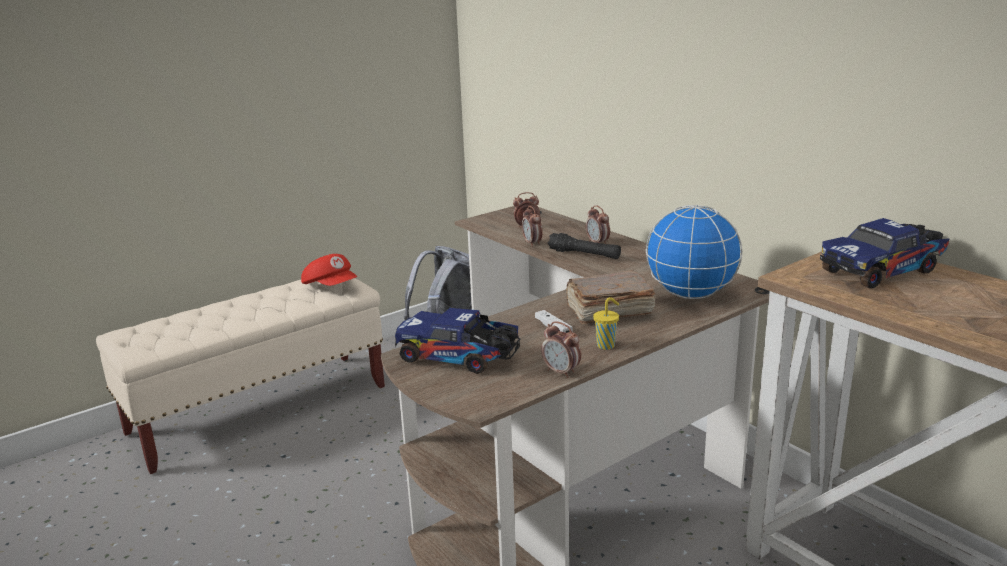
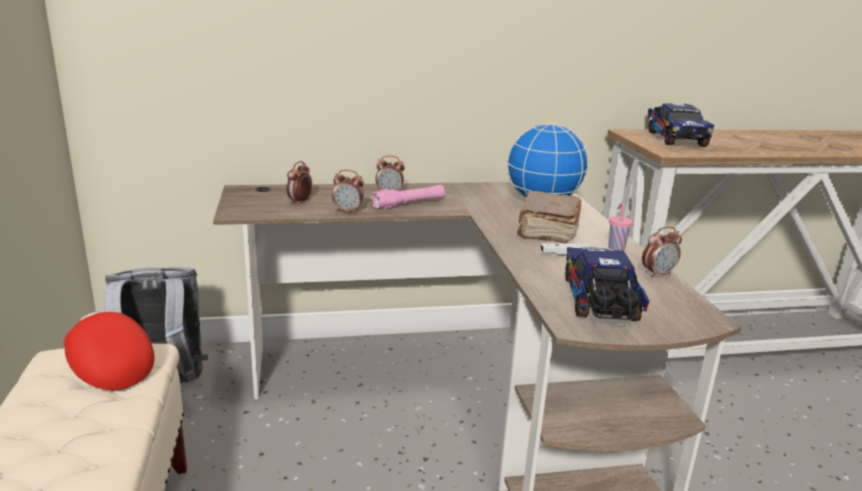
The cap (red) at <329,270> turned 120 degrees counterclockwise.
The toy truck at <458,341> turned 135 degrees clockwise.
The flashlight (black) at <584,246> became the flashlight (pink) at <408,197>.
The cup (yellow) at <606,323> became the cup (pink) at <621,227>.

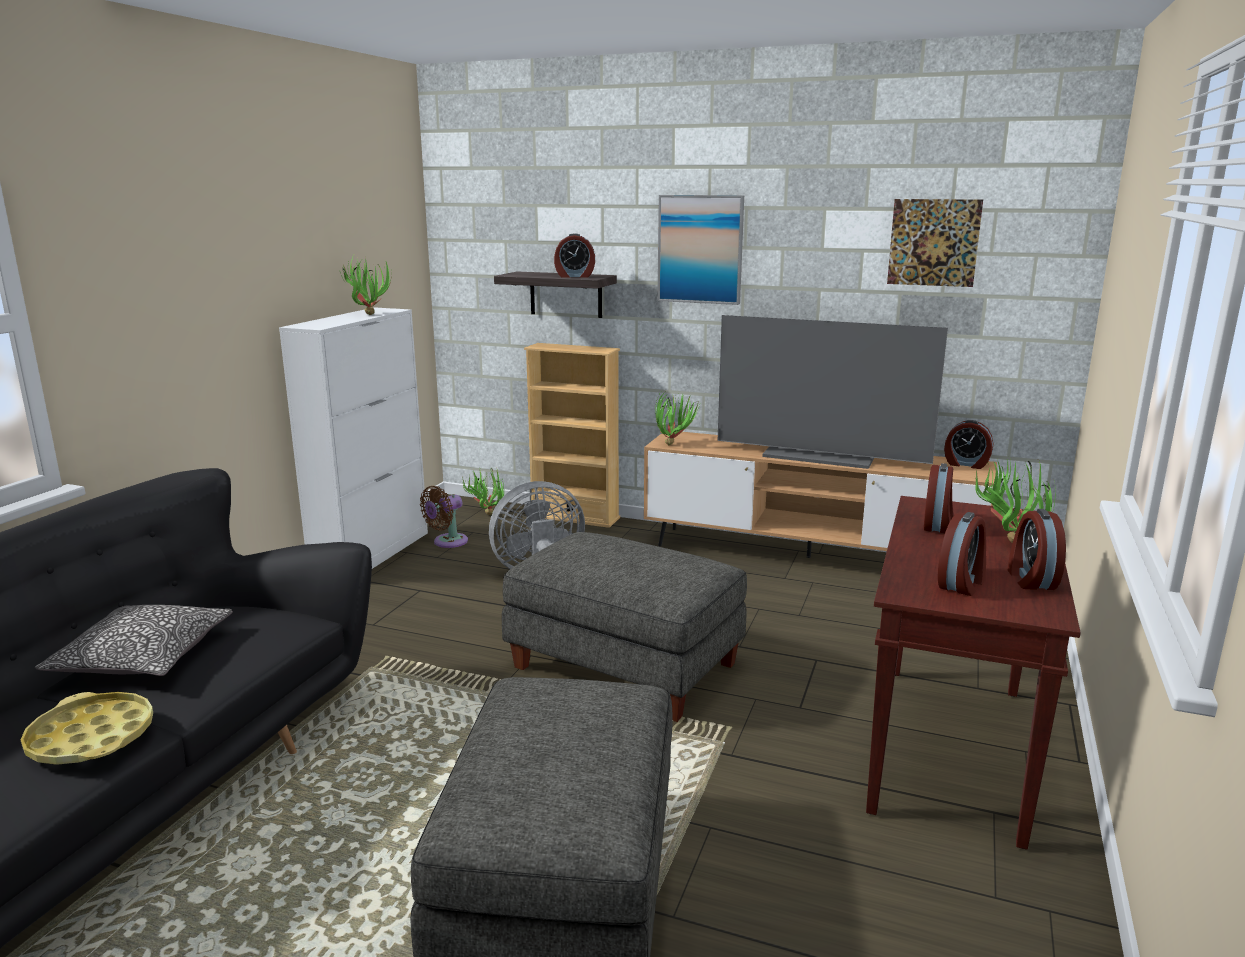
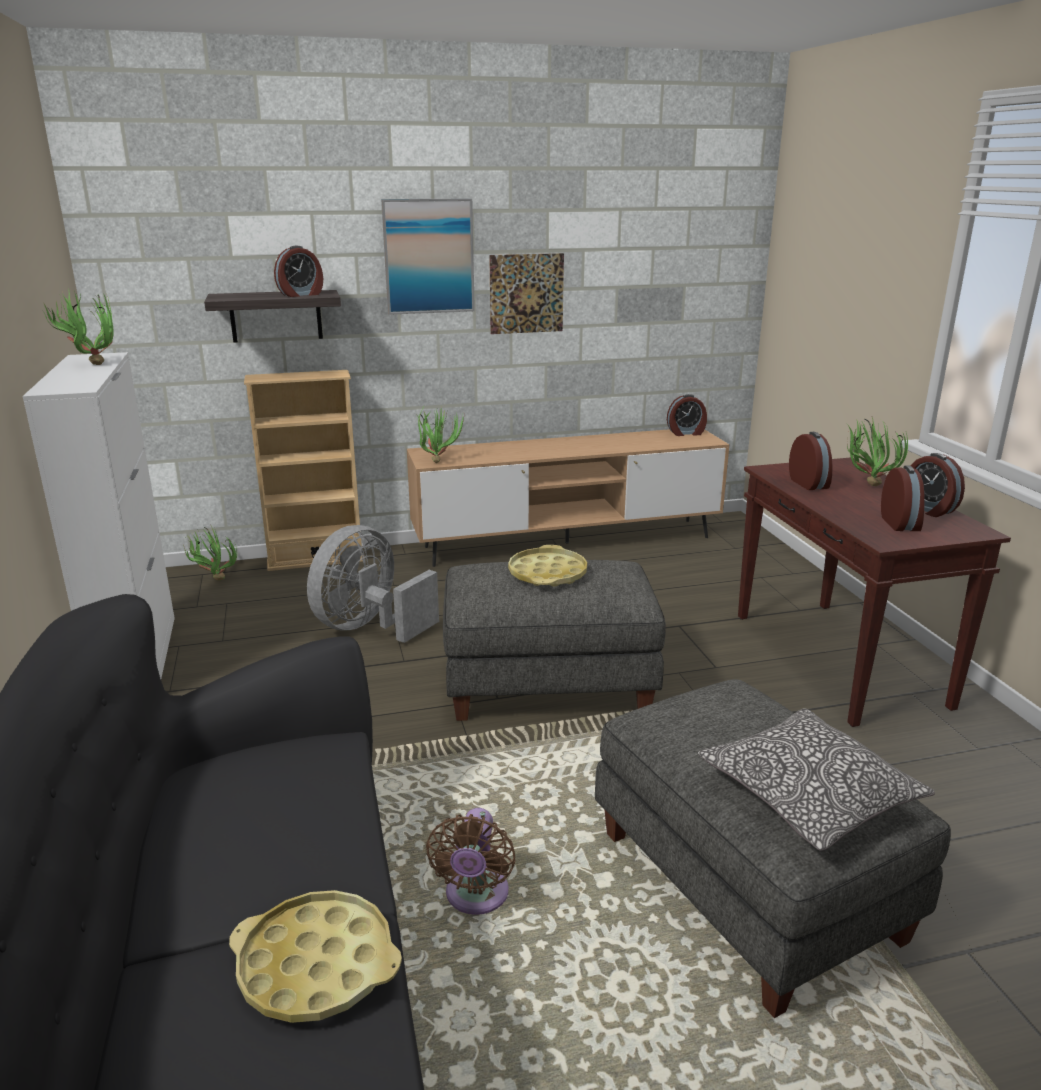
The pillow moved from <134,640> to <816,779>.
The fan (brown) moved from <444,517> to <471,861>.
The television at <833,392> disappeared.
The picture moved from <935,243> to <526,293>.
The tray (yellow) at <547,566> appeared.

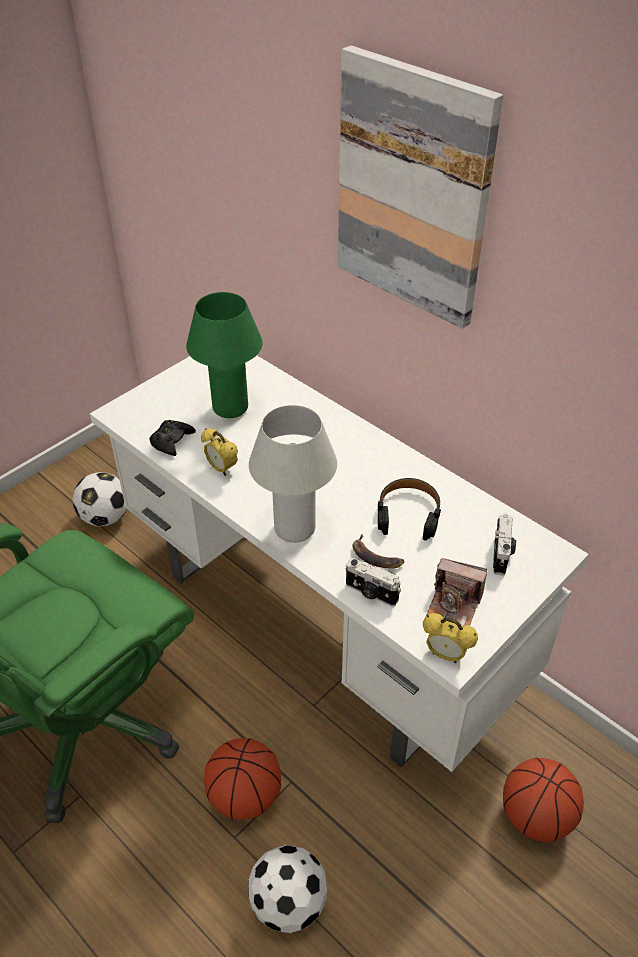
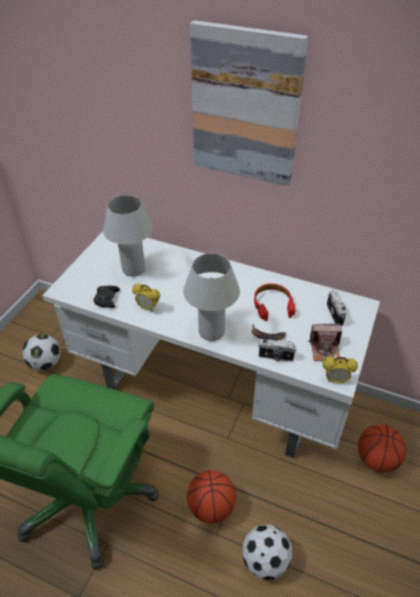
The table lamp (green) at <224,355> became the table lamp (white) at <128,236>.
The headphones (black) at <409,509> became the headphones (red) at <275,302>.

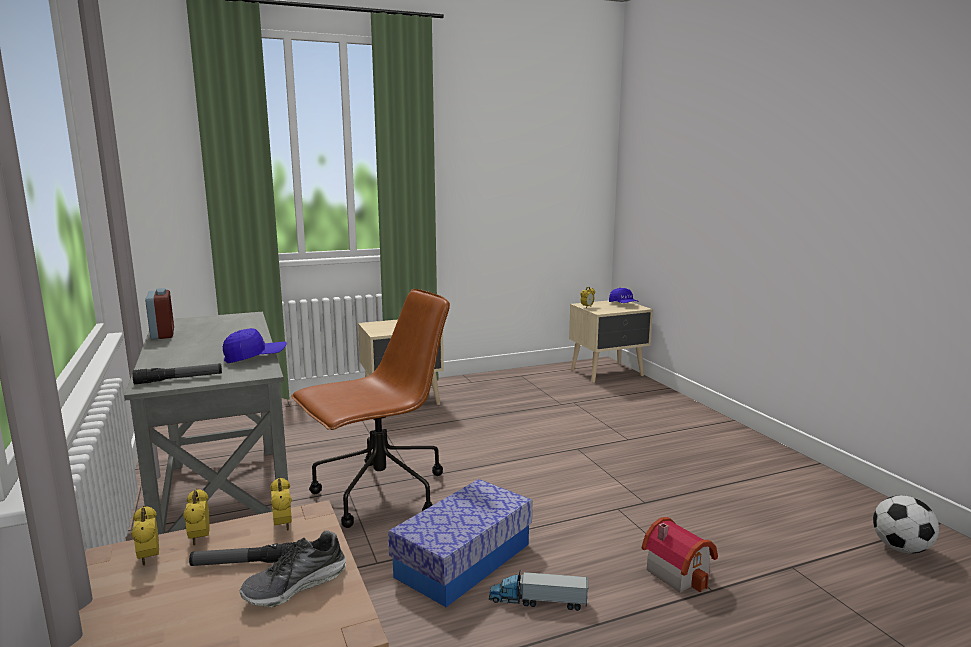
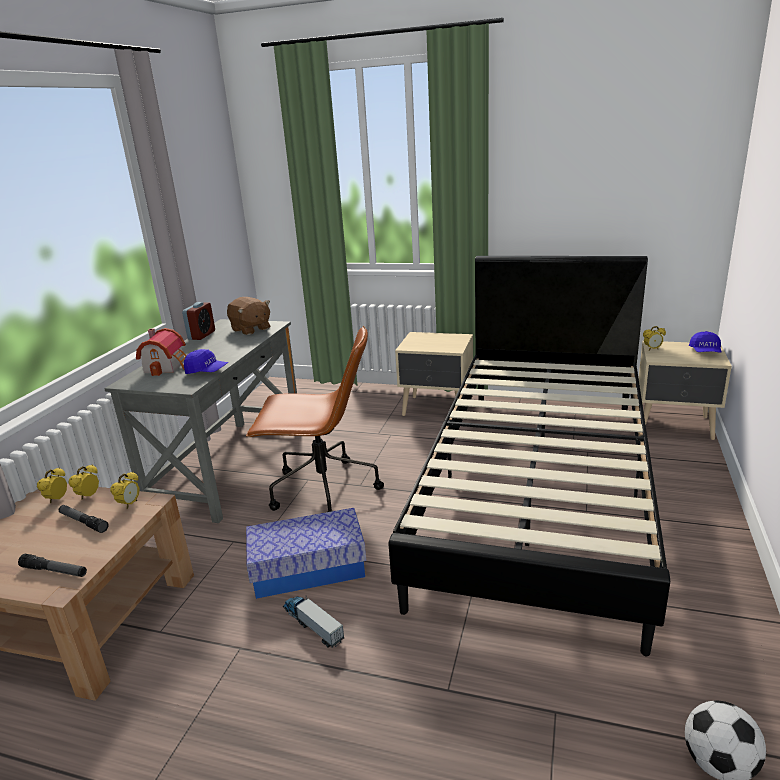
The flashlight moved from <177,373> to <52,565>.
The shoe at <293,568> disappeared.
The toy house moved from <680,555> to <161,352>.
The plush toy (brown) at <248,316> appeared.
The bed (black) at <529,456> appeared.

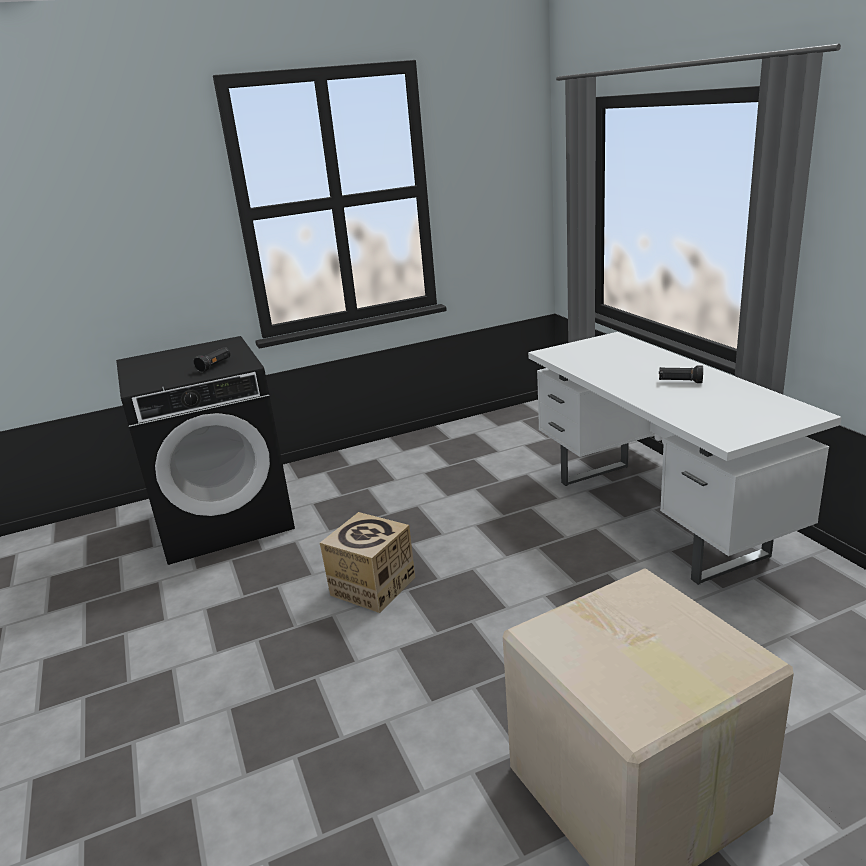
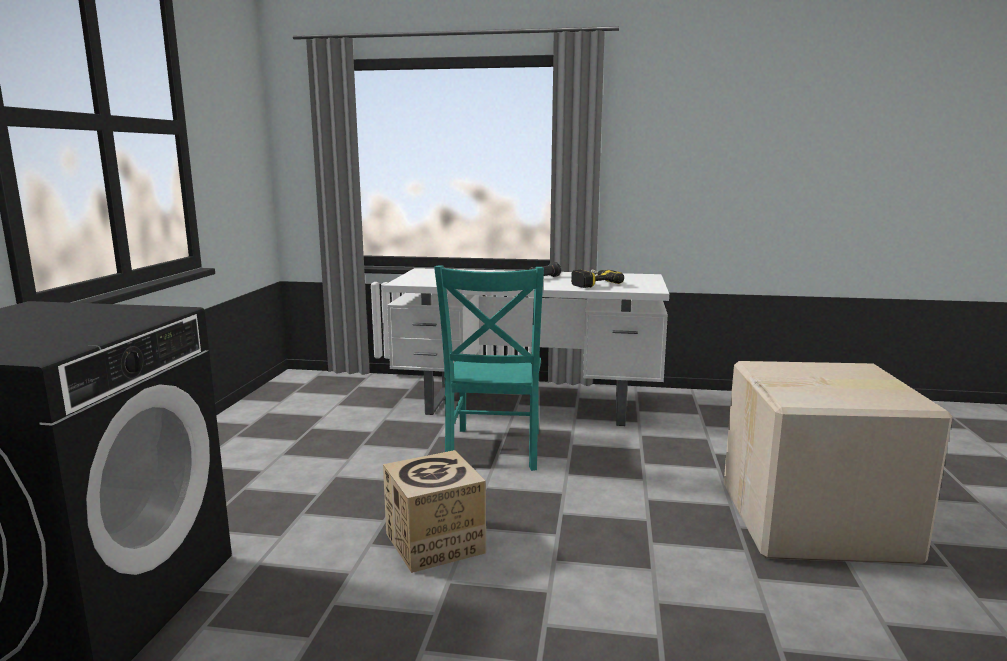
The flashlight (black) at <211,359> disappeared.
The chair (turquoise) at <489,368> appeared.
The power drill at <597,278> appeared.

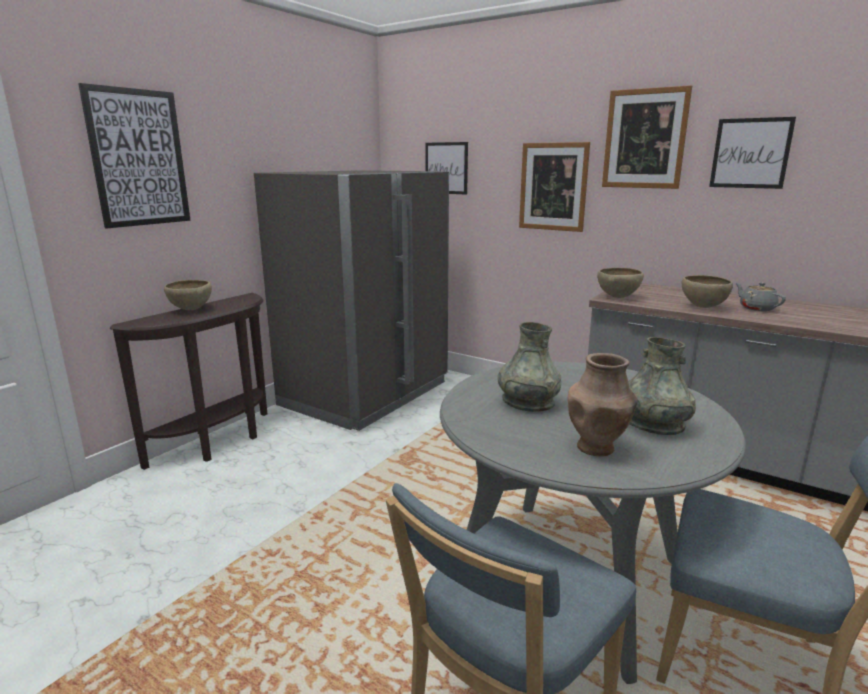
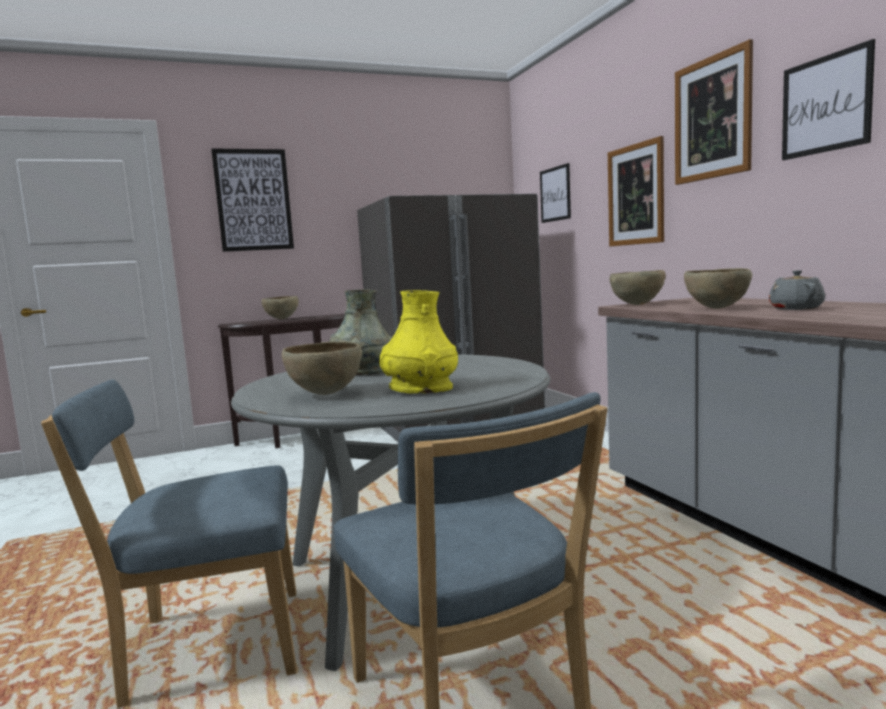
The vase (brown) at <603,405> was replaced by the bowl (brown) at <322,368>.
The vase (grey) at <662,386> became the vase (yellow) at <418,342>.

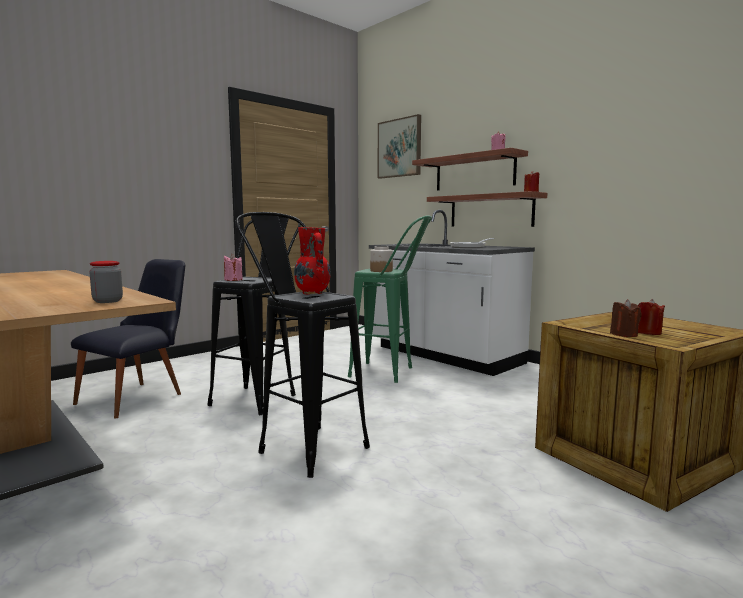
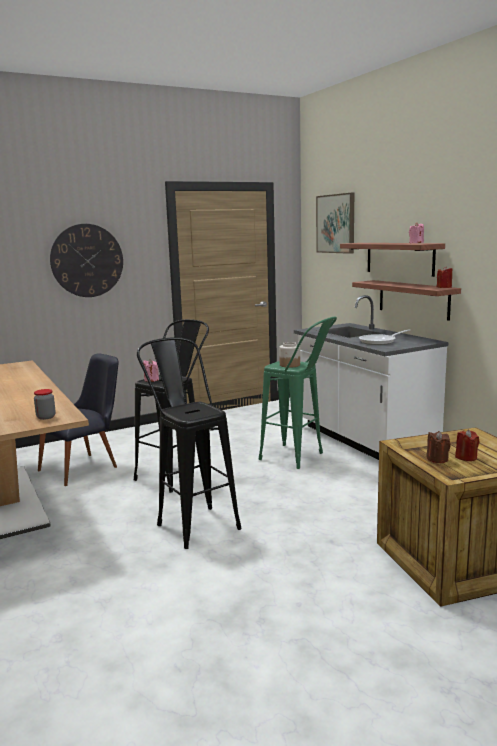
The vase (red) at <312,260> disappeared.
The wall clock at <86,260> appeared.

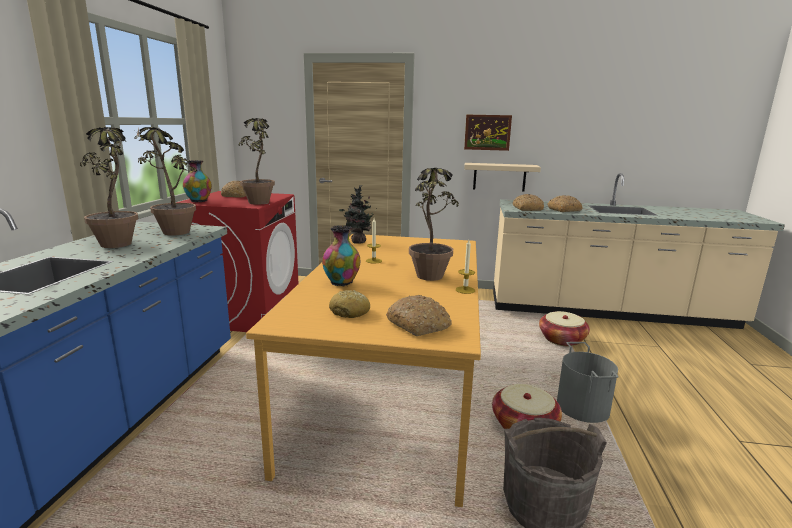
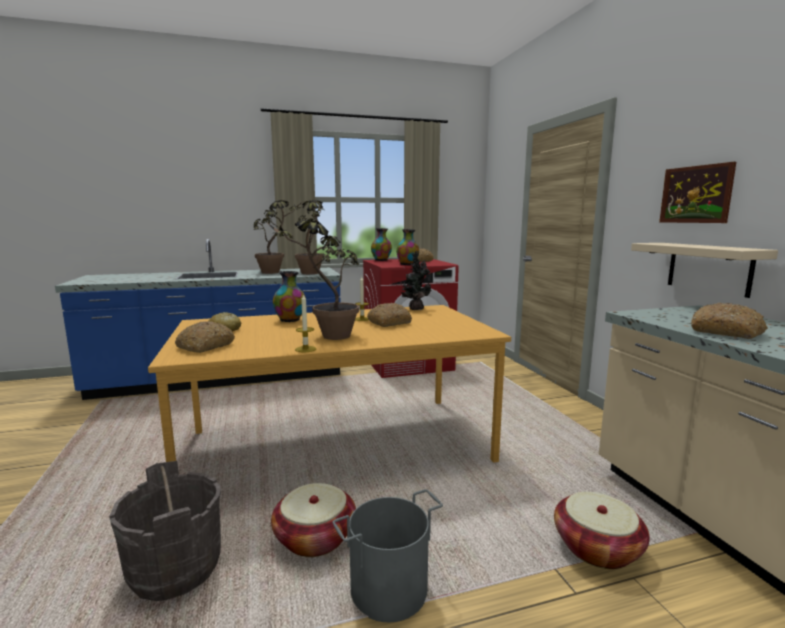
The potted plant at <257,161> was replaced by the vase at <407,247>.
The bread moved from <528,202> to <389,315>.

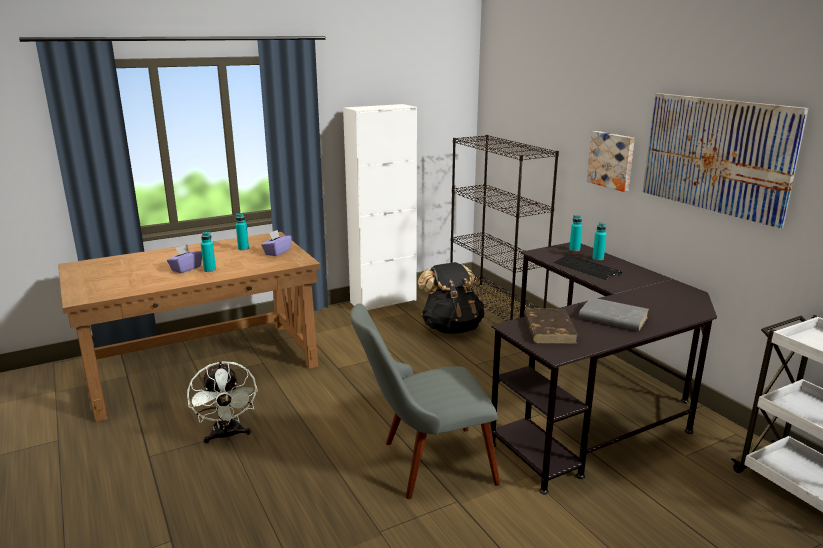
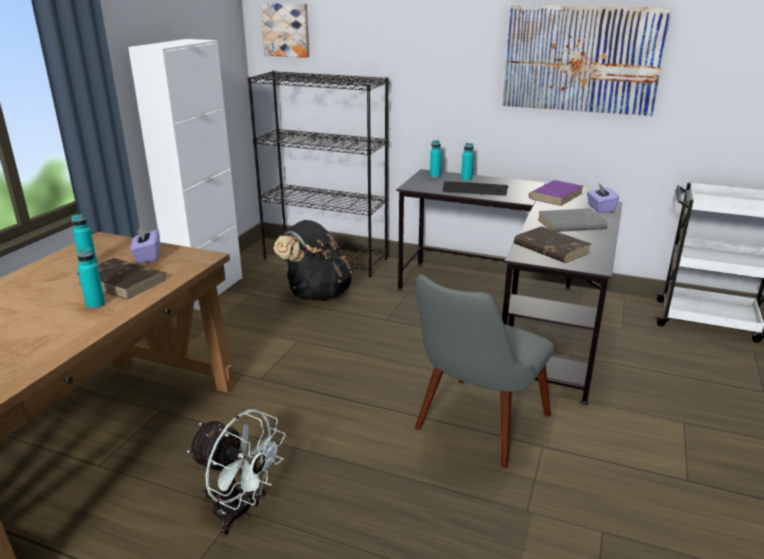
The tissue box (purple) moved from <184,259> to <603,198>.
The picture moved from <611,161> to <285,30>.
The book (brown) at <121,279> appeared.
The book (purple) at <556,193> appeared.

